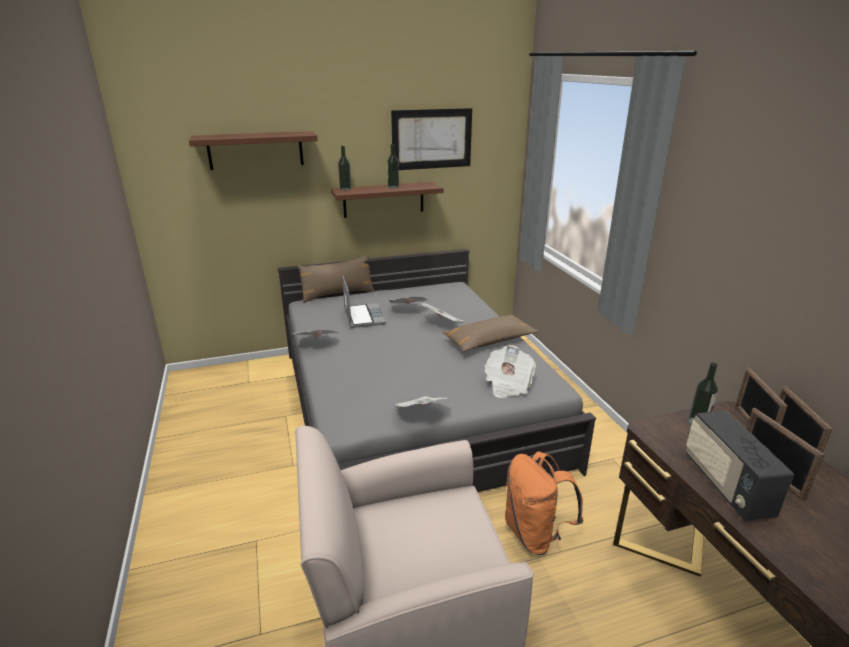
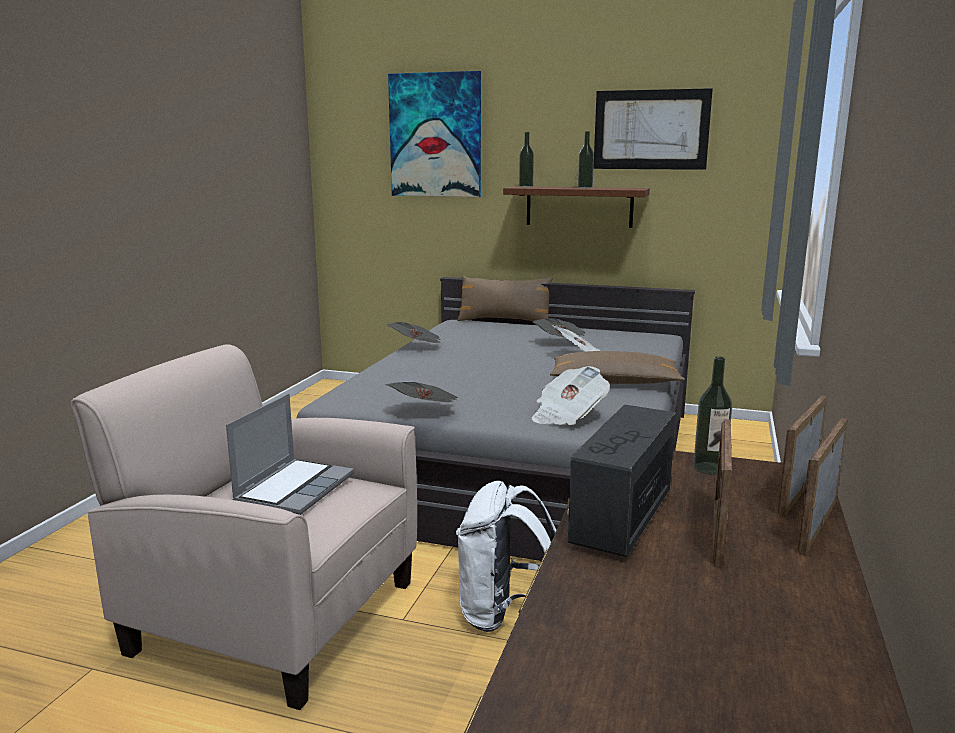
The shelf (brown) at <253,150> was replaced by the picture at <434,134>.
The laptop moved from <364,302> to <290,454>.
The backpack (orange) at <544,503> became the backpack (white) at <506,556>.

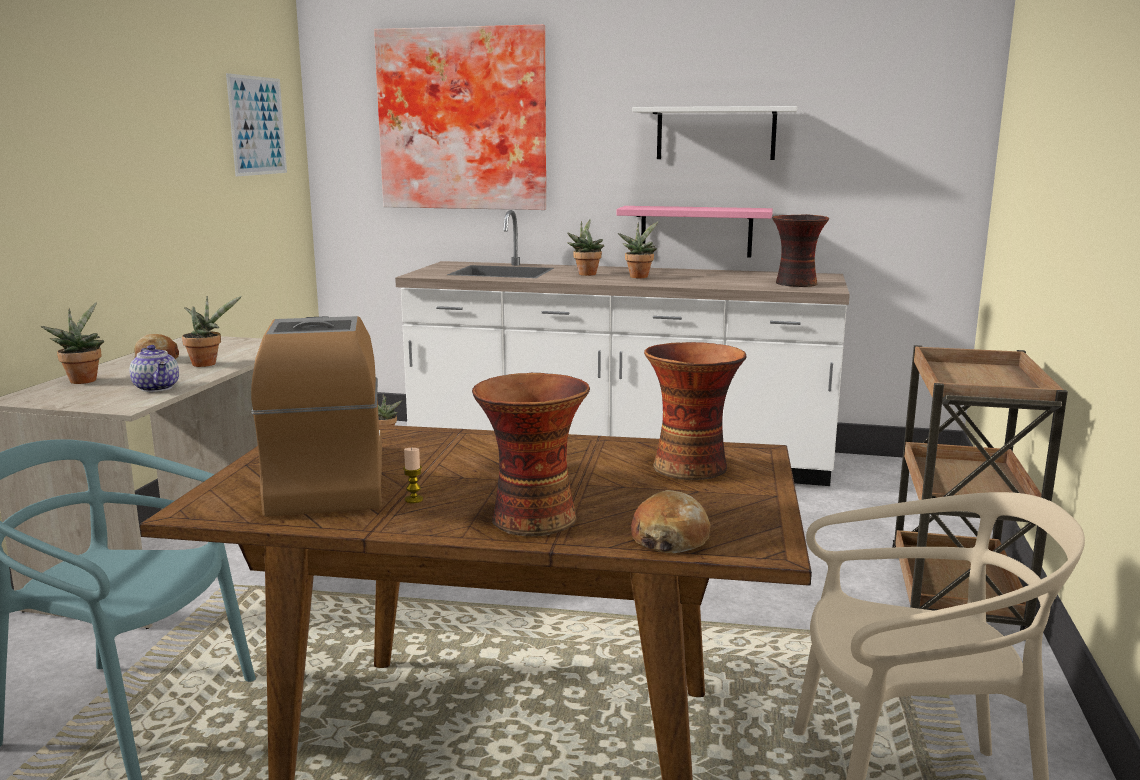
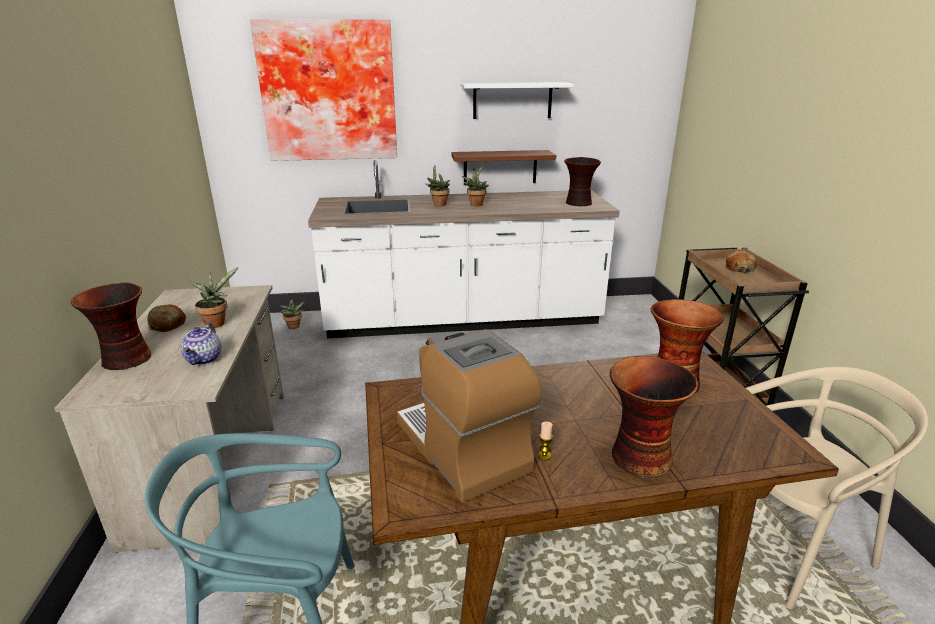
The potted plant at <72,343> was replaced by the vase at <111,326>.
The teapot at <154,368> turned 60 degrees clockwise.
The picture at <256,125> disappeared.
The shelf (pink) at <695,232> became the shelf (brown) at <504,167>.
The bread moved from <670,521> to <741,262>.

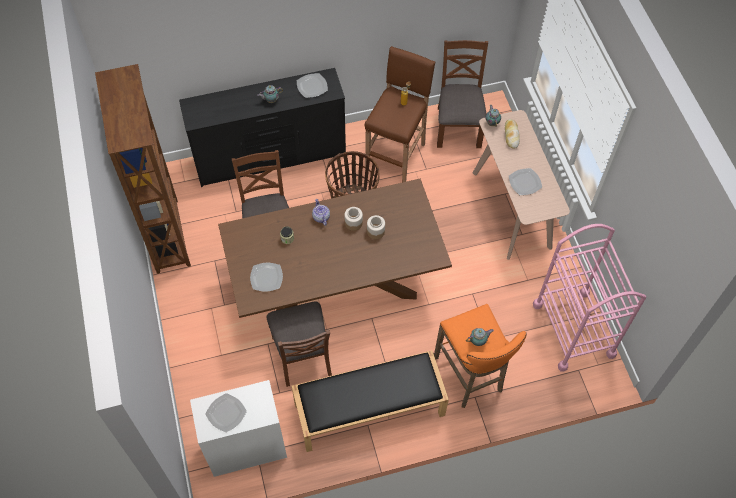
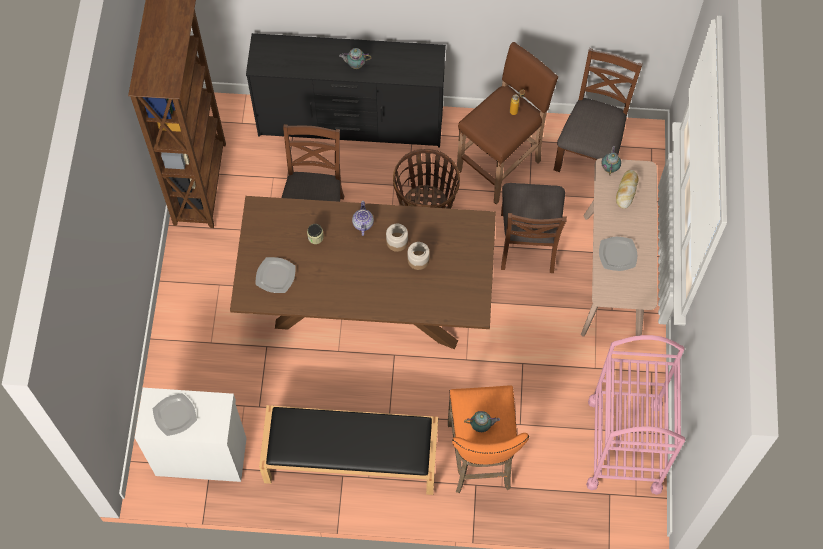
The chair (brown) moved from <299,344> to <534,228>.
The plate at <312,85> disappeared.

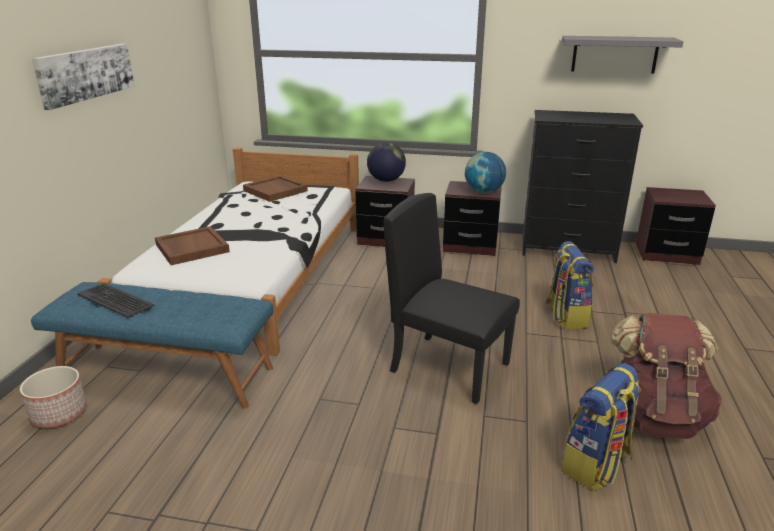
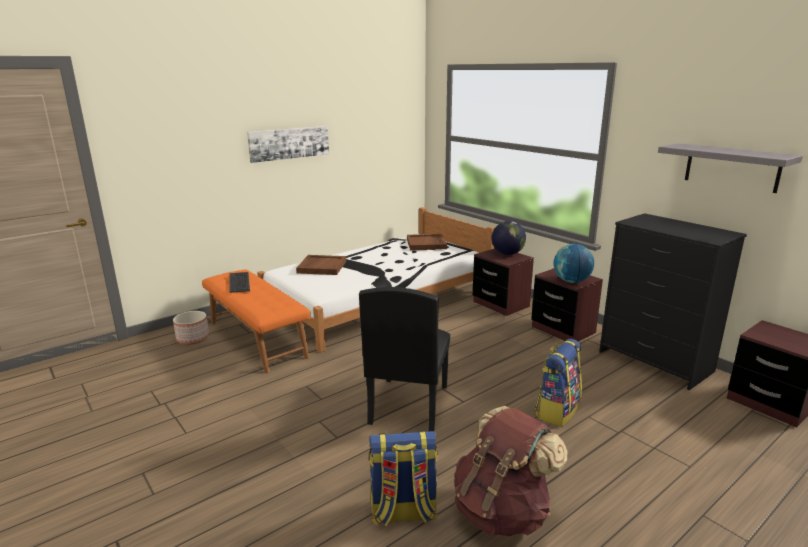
The bench (blue) at <152,345> became the bench (orange) at <256,321>.
The chair (black) at <452,298> turned 150 degrees counterclockwise.

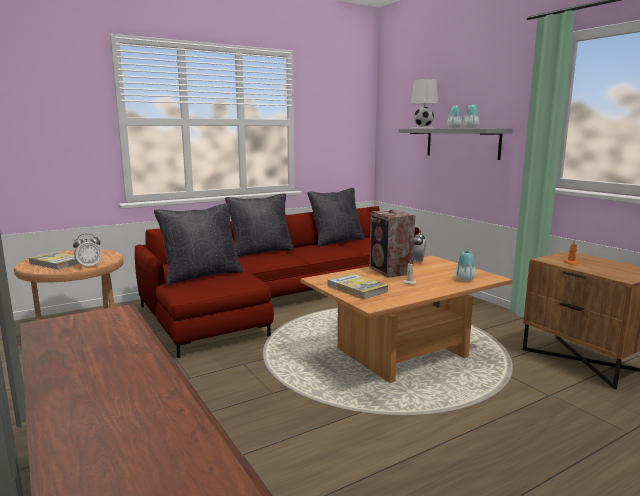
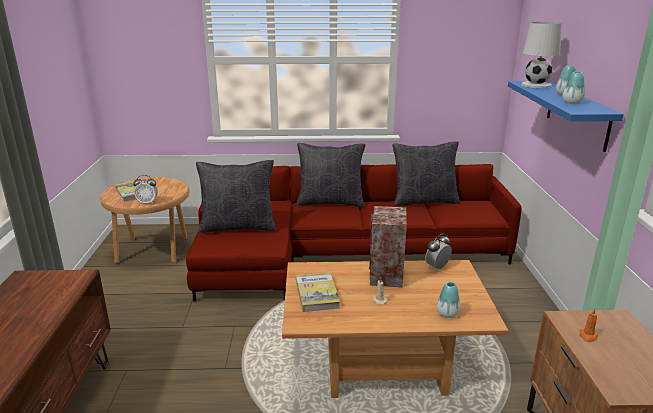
The shelf (grey) at <456,144> became the shelf (blue) at <566,116>.

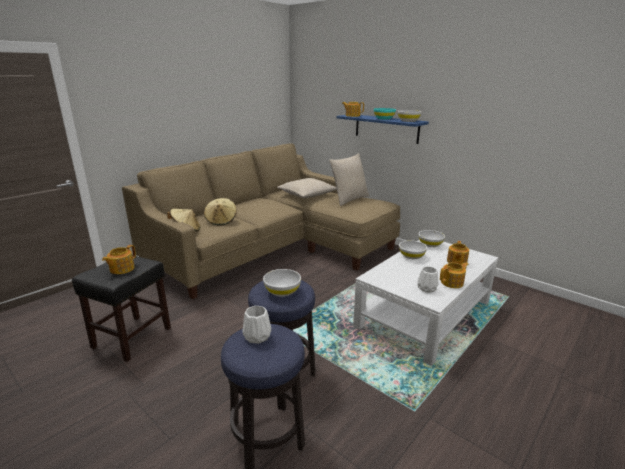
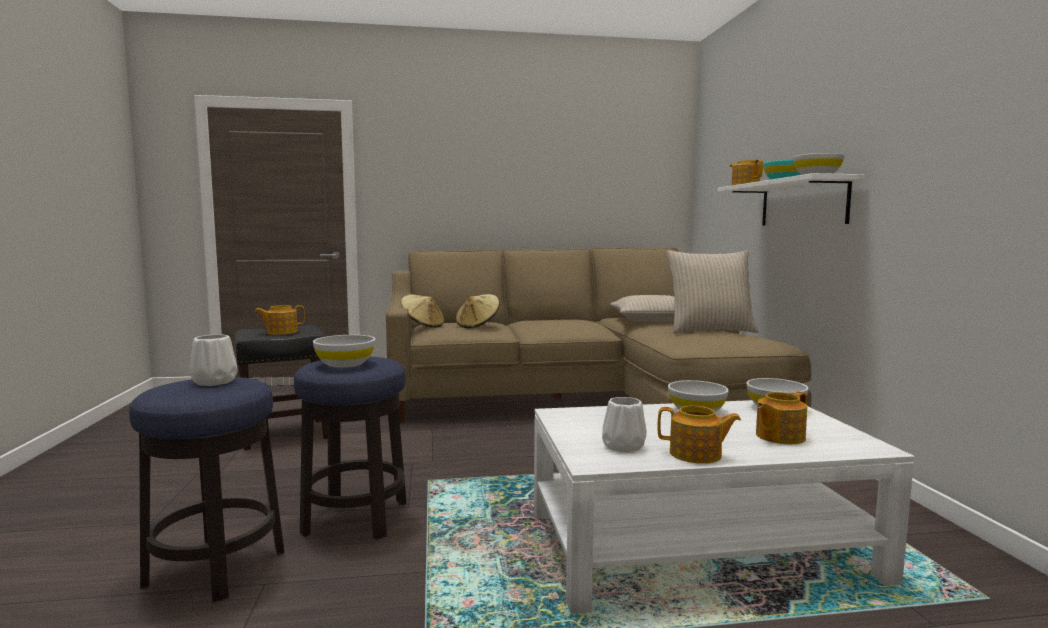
The shelf (blue) at <382,129> became the shelf (white) at <791,199>.

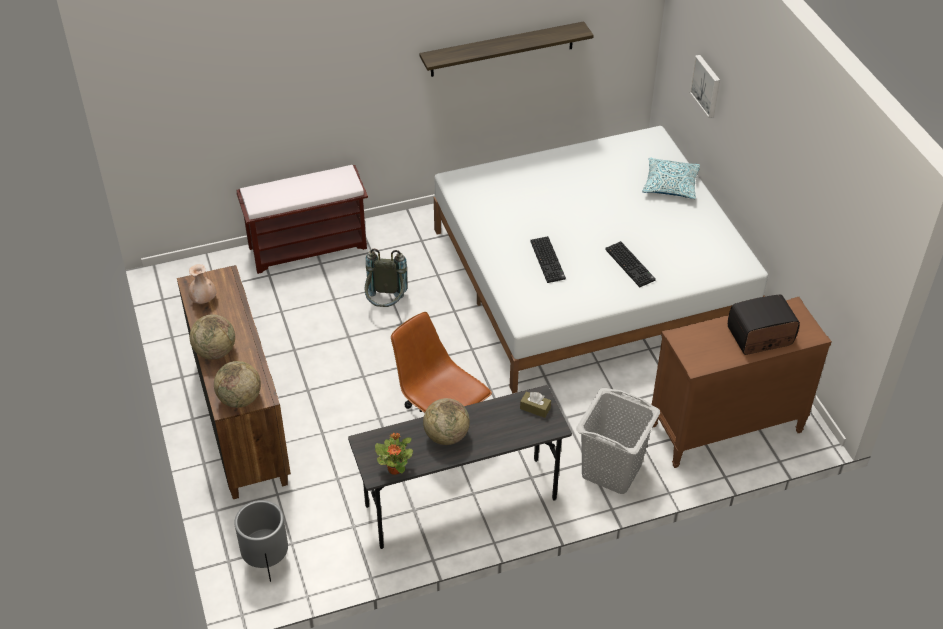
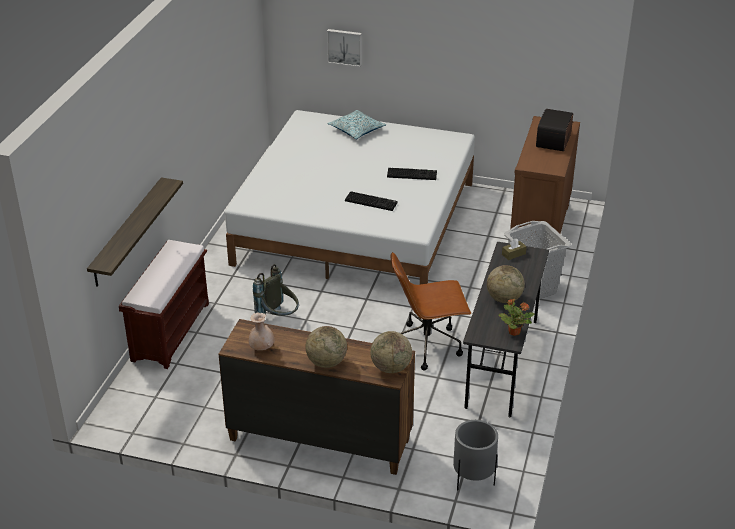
The shelf moved from <506,49> to <135,232>.

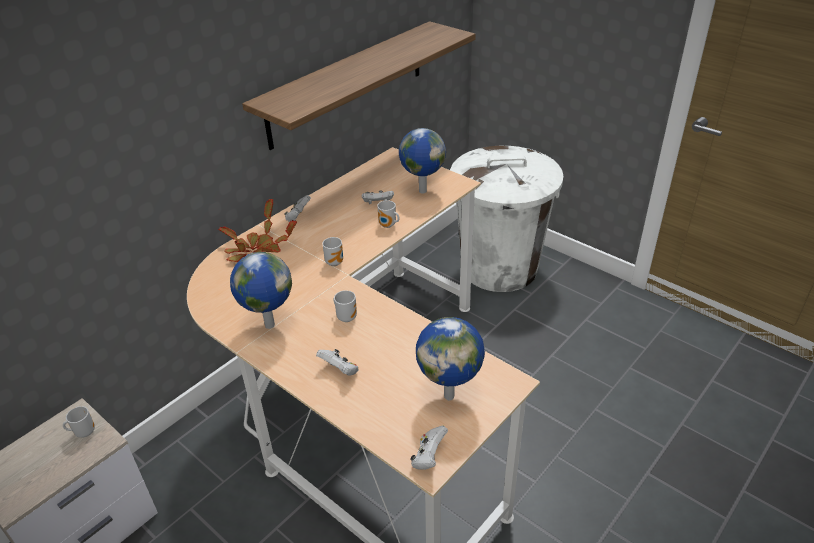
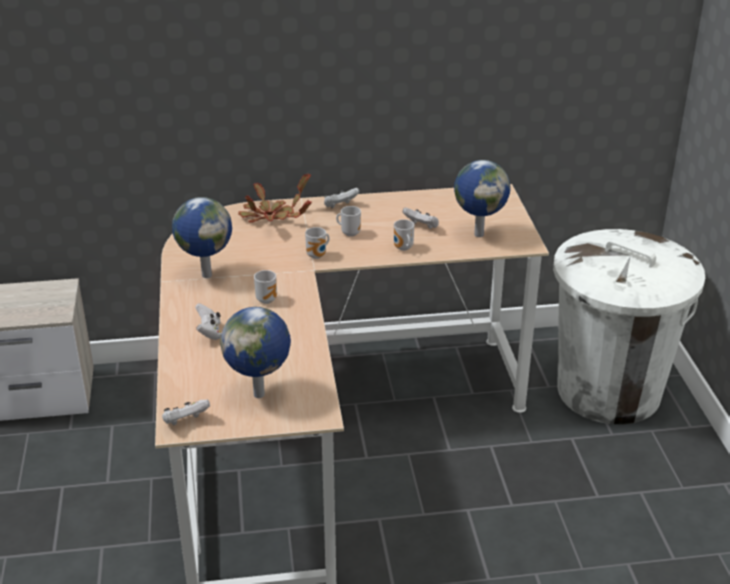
The mug moved from <79,422> to <348,221>.
The shelf at <359,85> disappeared.

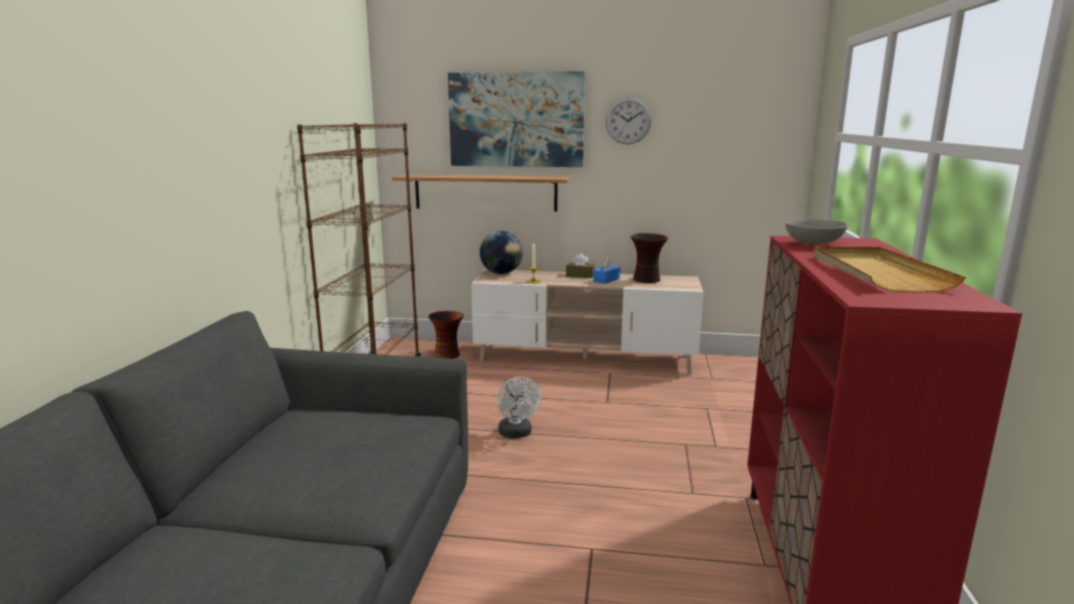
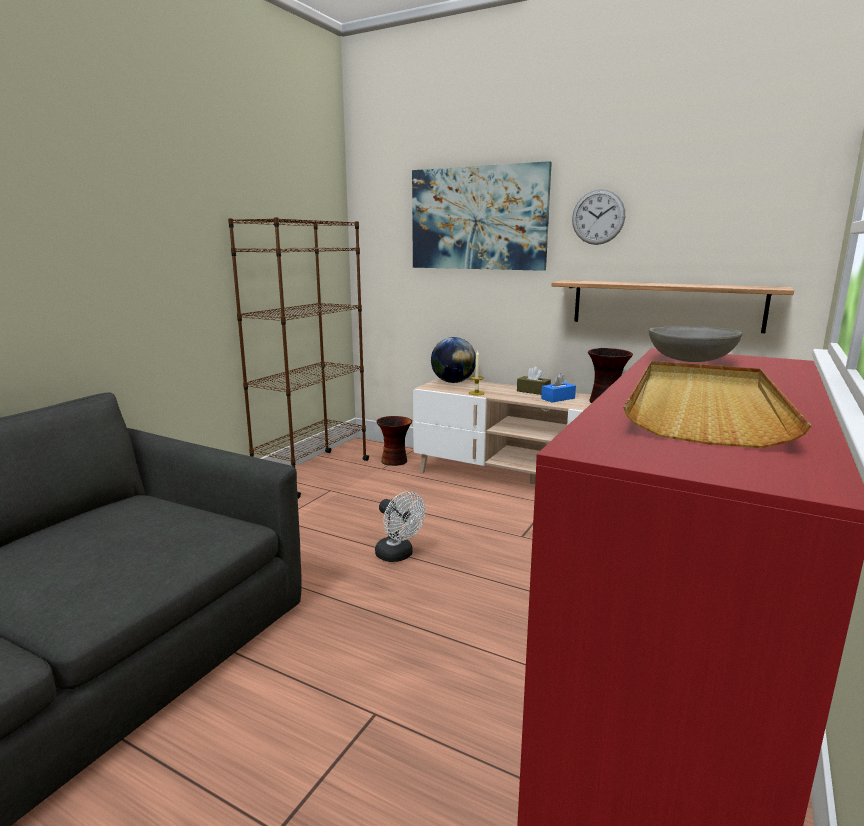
The shelf moved from <481,193> to <672,306>.
The fan (white) at <519,407> turned 45 degrees counterclockwise.

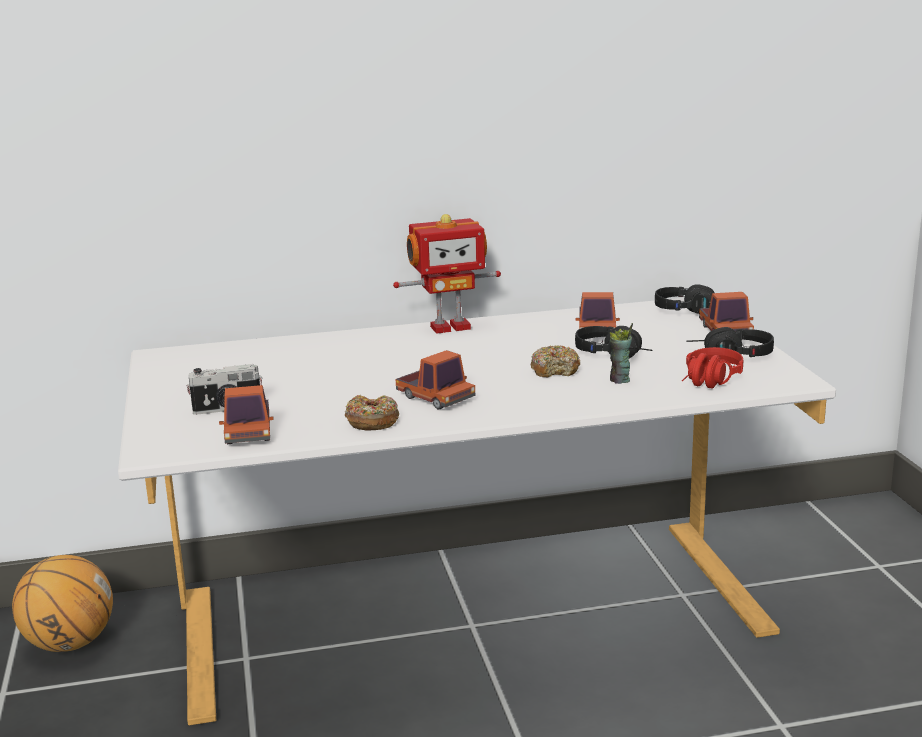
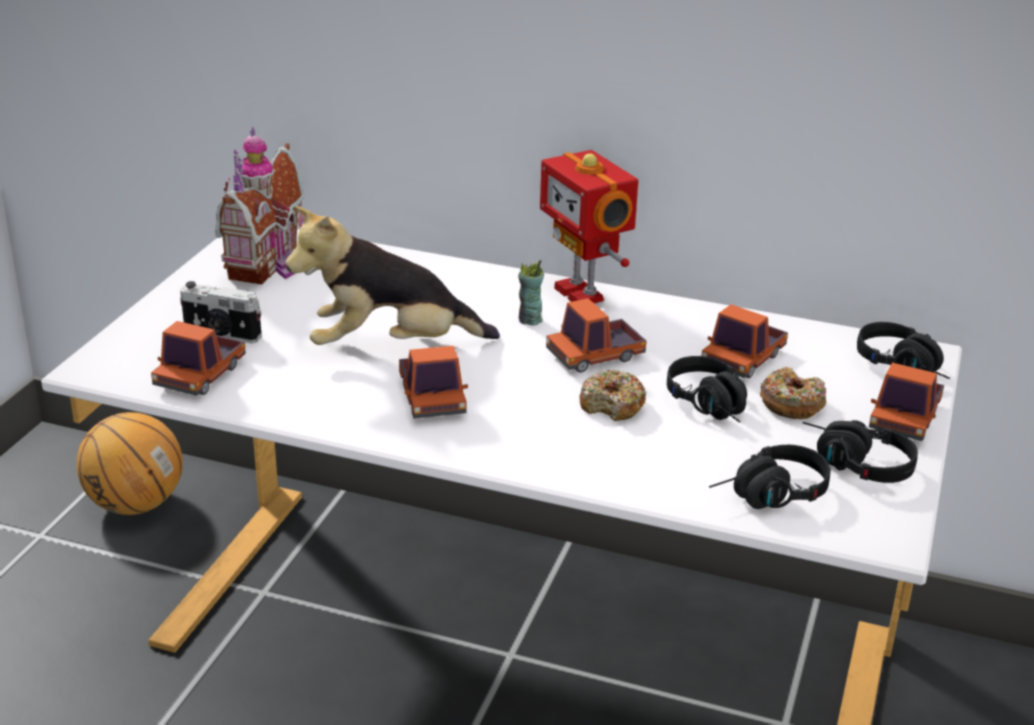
The donut moved from <372,413> to <793,393>.
The toy robot at <447,274> turned 45 degrees clockwise.
The cup moved from <621,353> to <531,292>.
The headphones (red) at <712,368> became the headphones (black) at <769,477>.
The toy house at <260,206> appeared.
The plush toy at <392,275> appeared.
The toy truck at <596,335> appeared.

